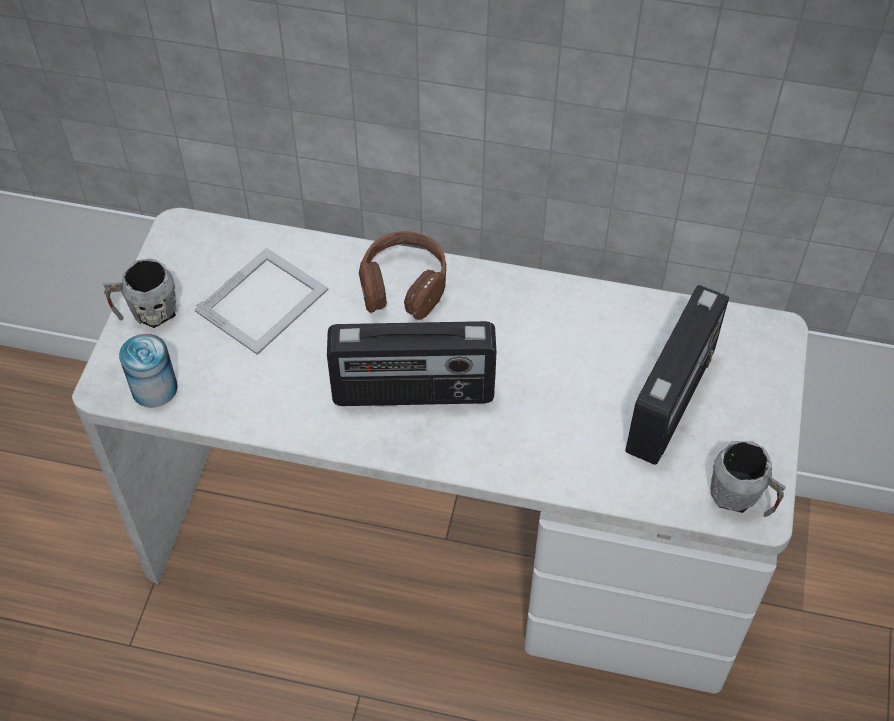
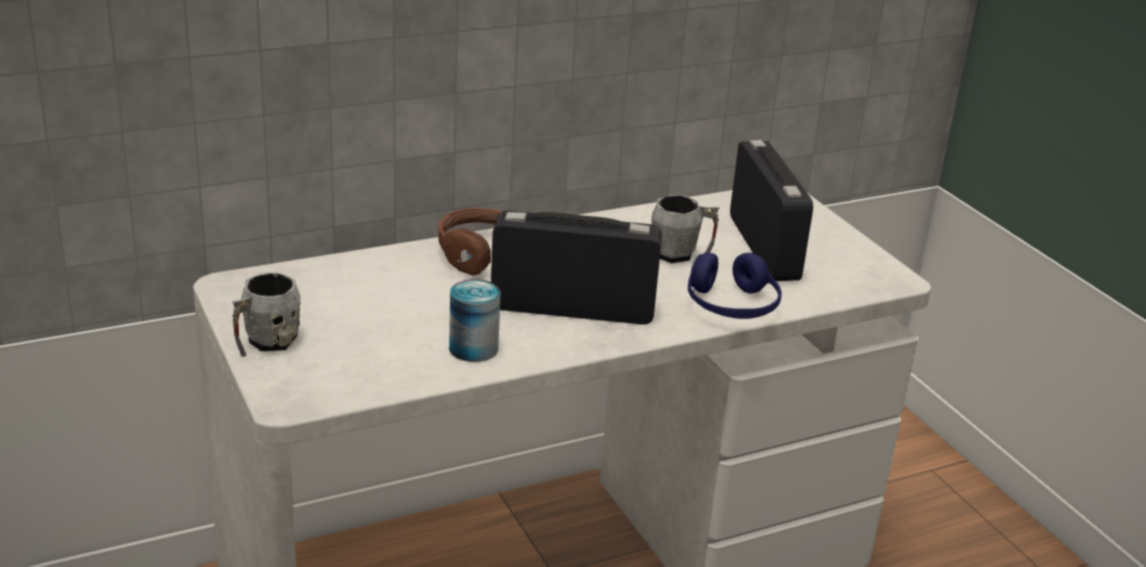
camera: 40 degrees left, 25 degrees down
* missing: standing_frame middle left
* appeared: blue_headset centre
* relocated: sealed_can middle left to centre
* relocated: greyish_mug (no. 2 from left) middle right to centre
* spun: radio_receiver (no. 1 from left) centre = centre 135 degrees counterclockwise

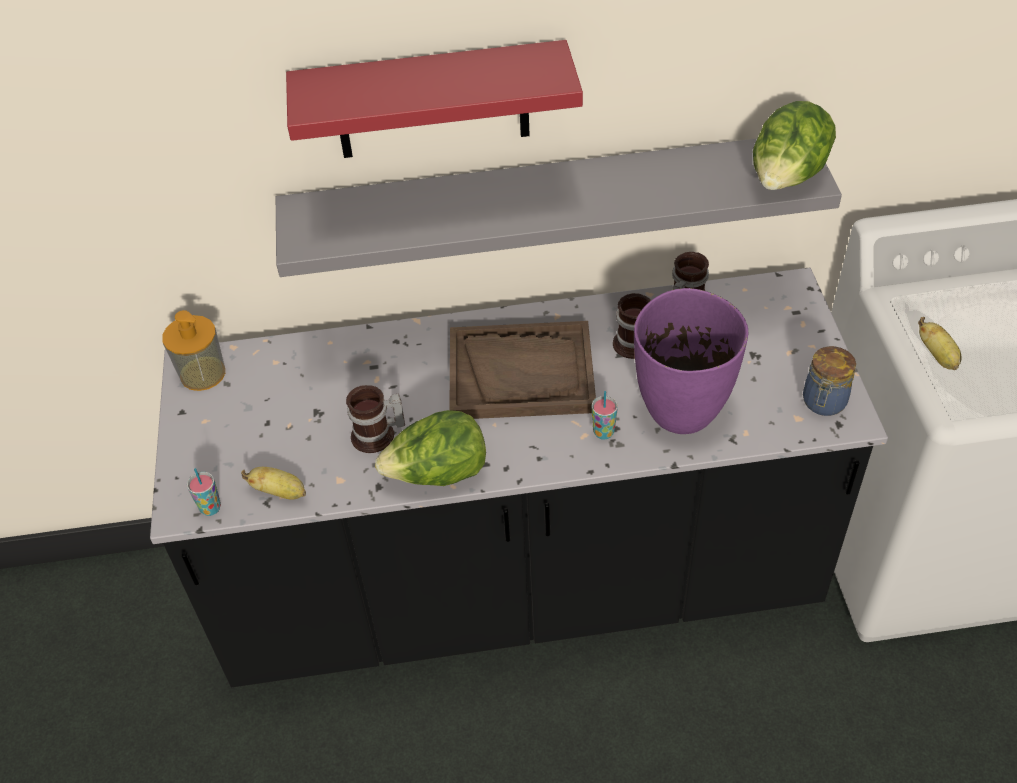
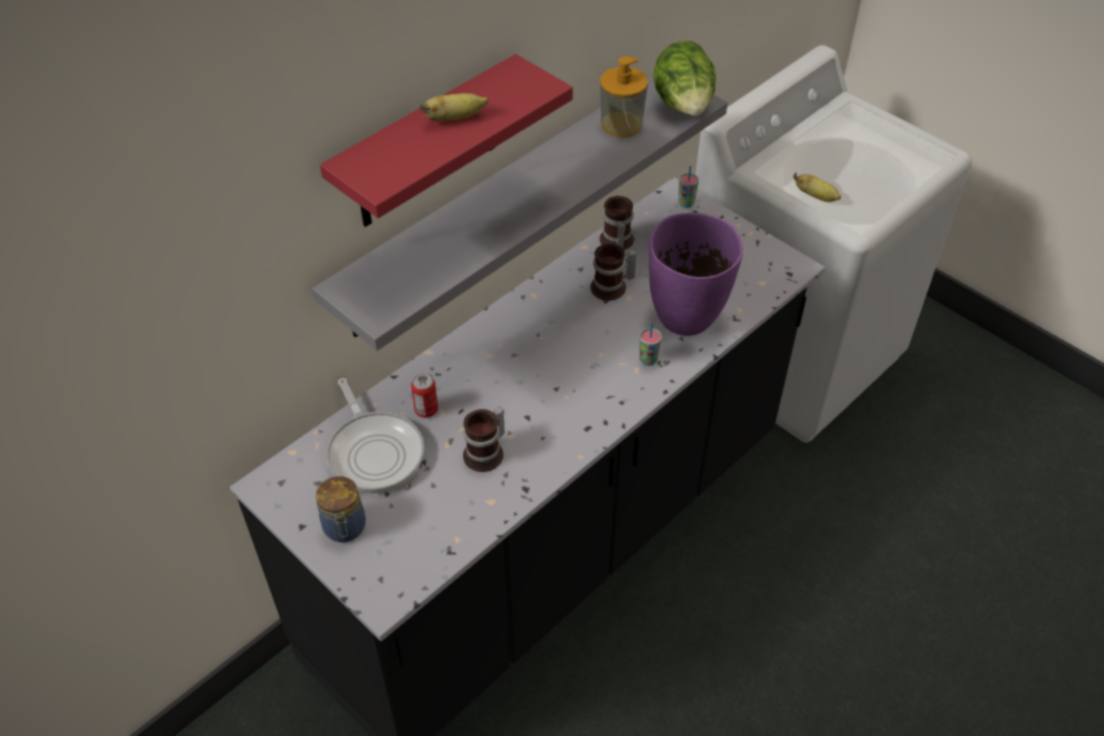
camera: 40 degrees left, 0 degrees up
* missing: head_of_lettuce (no. 1 from left) centre
* missing: brown_serving_tray centre
* appeared: frying_pan centre
* appeared: sealed_can centre
* relocated: soap_dispenser middle left to top centre
* relocated: drinking_cup (no. 1 from left in the first image) middle left to drinking_cup (no. 2 from left) top centre
* relocated: banana (no. 1 from left) middle left to top centre
* relocated: preserve_jar middle right to bottom left

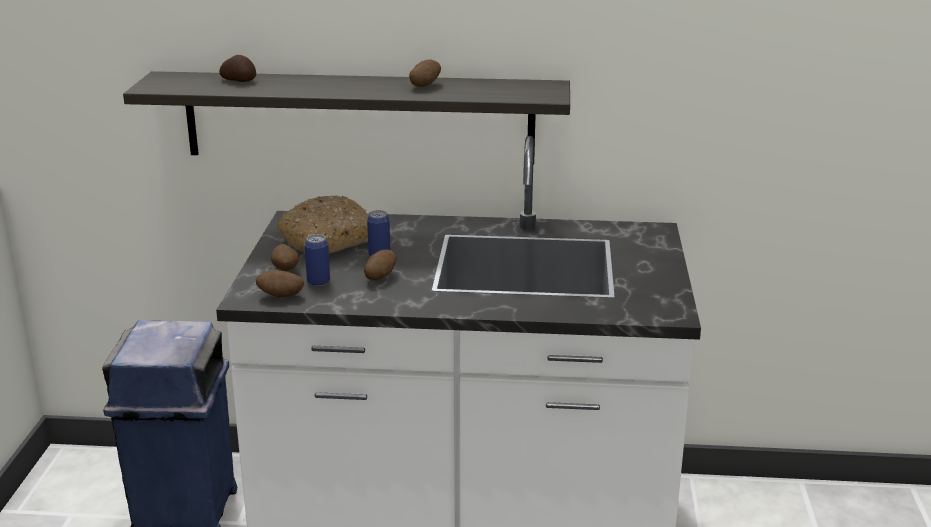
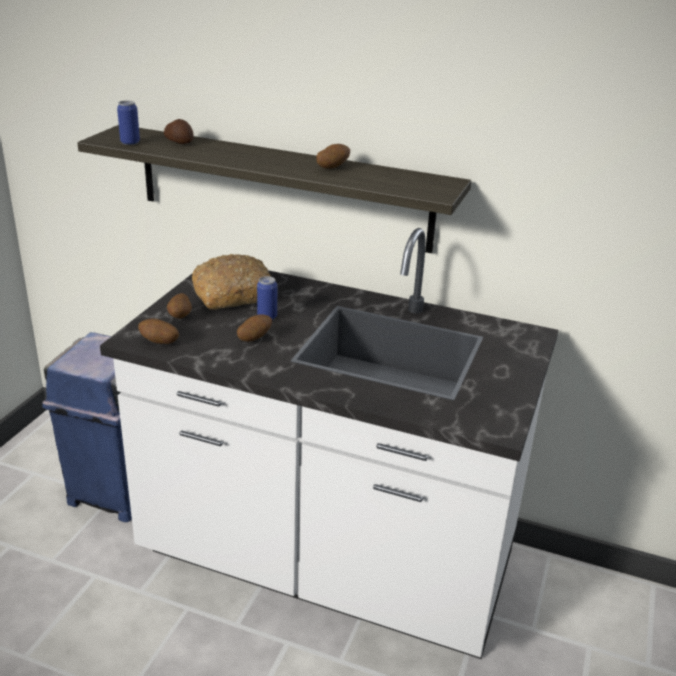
camera: 15 degrees right, 5 degrees up
* relocated: sealed_can (no. 1 from left) centre to top left

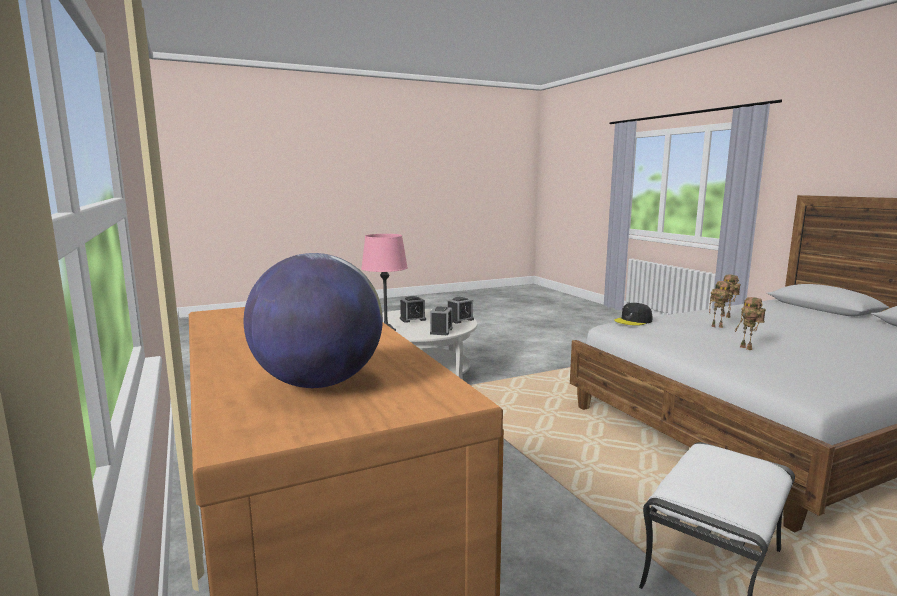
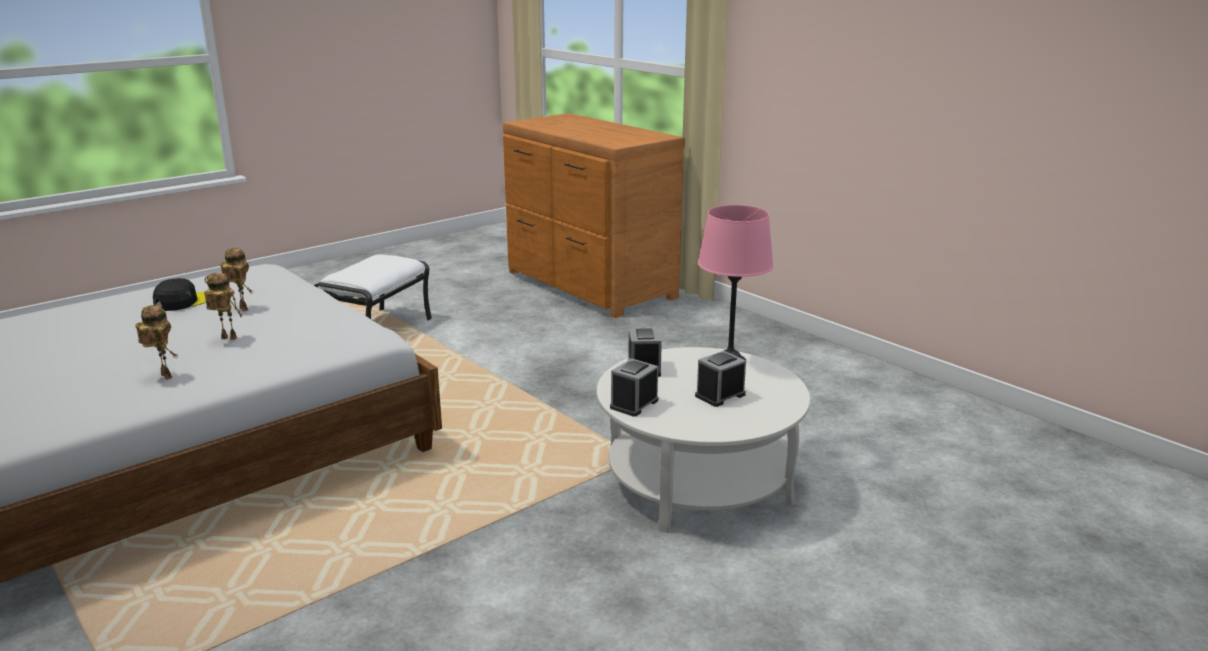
camera: 165 degrees right, 10 degrees up
* missing: globe centre
* relocated: black_peaked_cap middle right to middle left

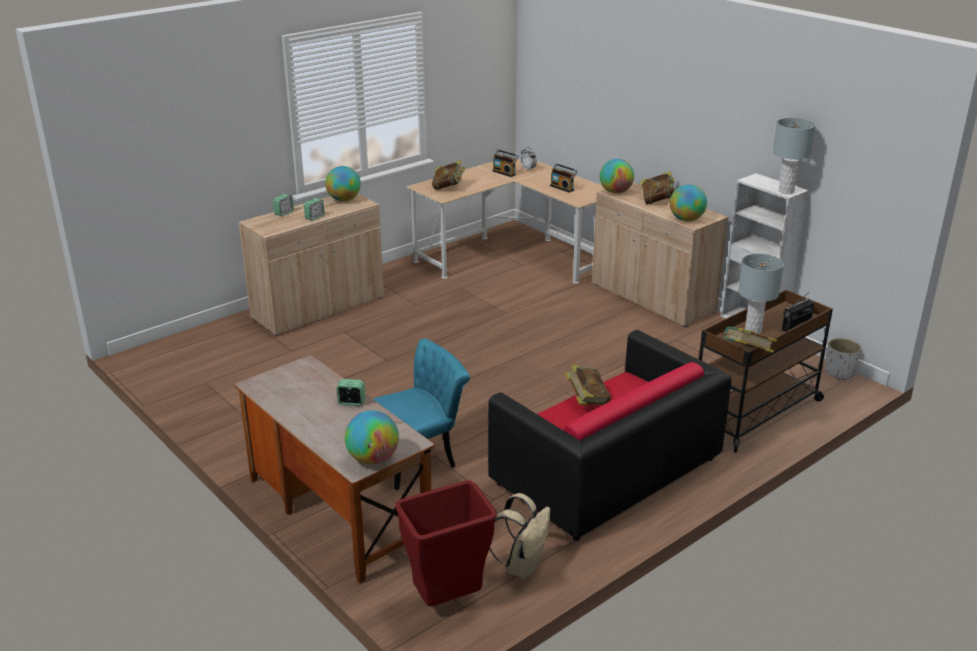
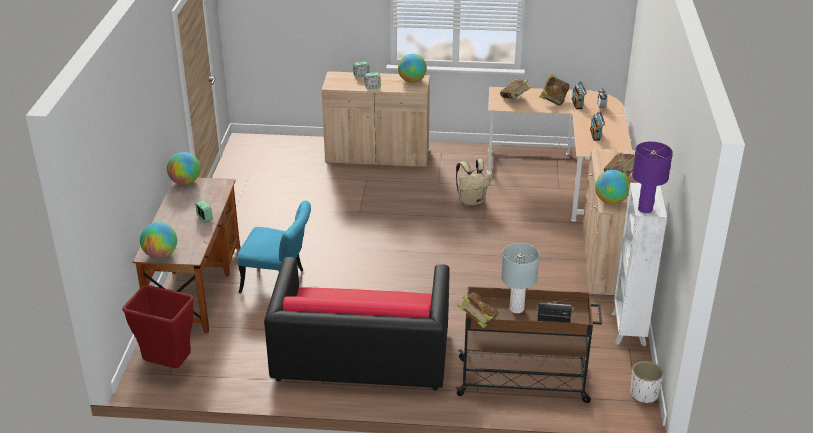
camera: 45 degrees right, 5 degrees up
* relocated: beige-coloured_backpack bottom centre to centre
* relocated: bound_book (no. 2 from left in the first image) centre to bound_book (no. 3 from left) top right
* relocated: globe (no. 3 from left in the first image) top centre to globe (no. 2 from left) middle left
* colour: greyish_table_lamp (no. 2 from left) top right to purple_table_lamp middle right

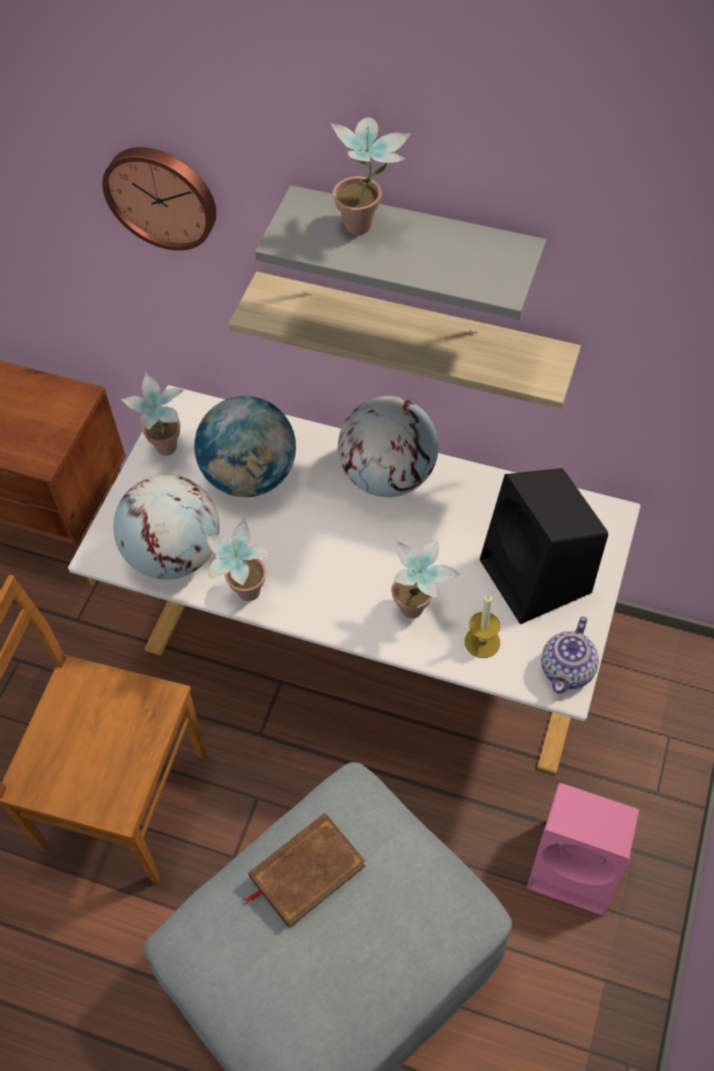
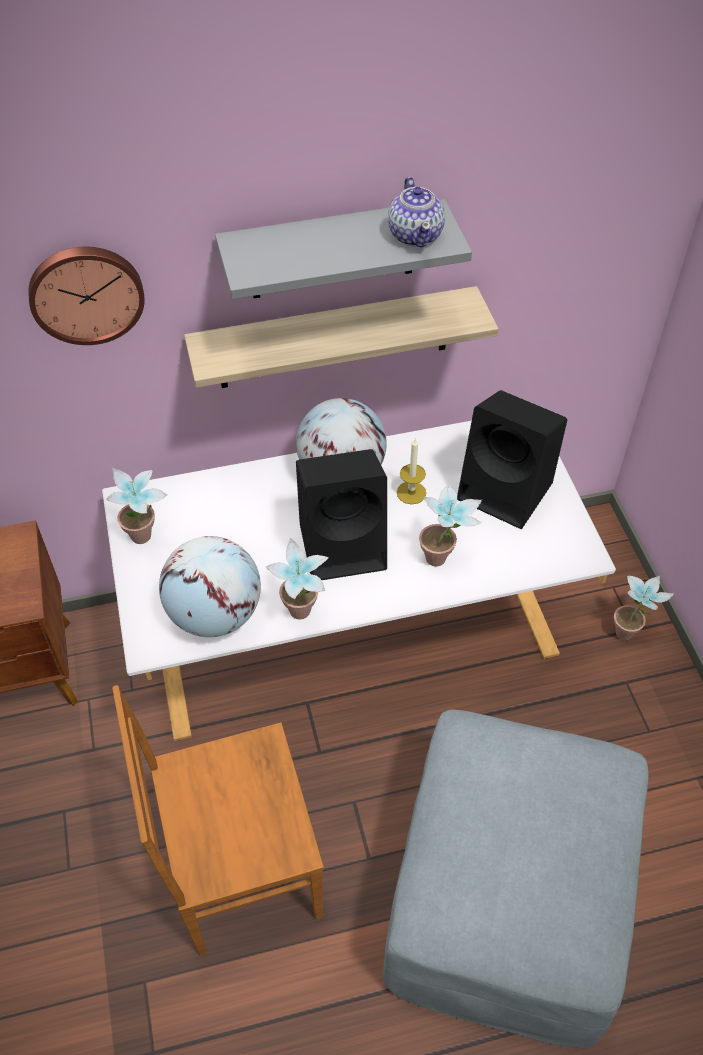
camera: 35 degrees left, 5 degrees down
* missing: globe (no. 2 from left) centre
* missing: brown_bound_book bottom centre
* missing: pinkish_loudspeaker bottom right
* appeared: black_loudspeaker (no. 1 from left) centre
* relocated: potted_plant (no. 3 from left in the first image) top centre to potted_plant (no. 4 from left) middle right
* relocated: candle middle right to centre
* relocated: teapot middle right to top centre

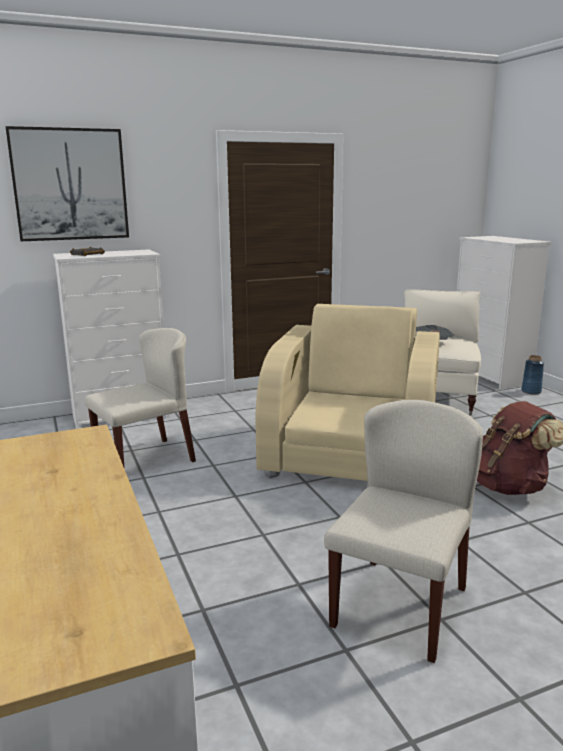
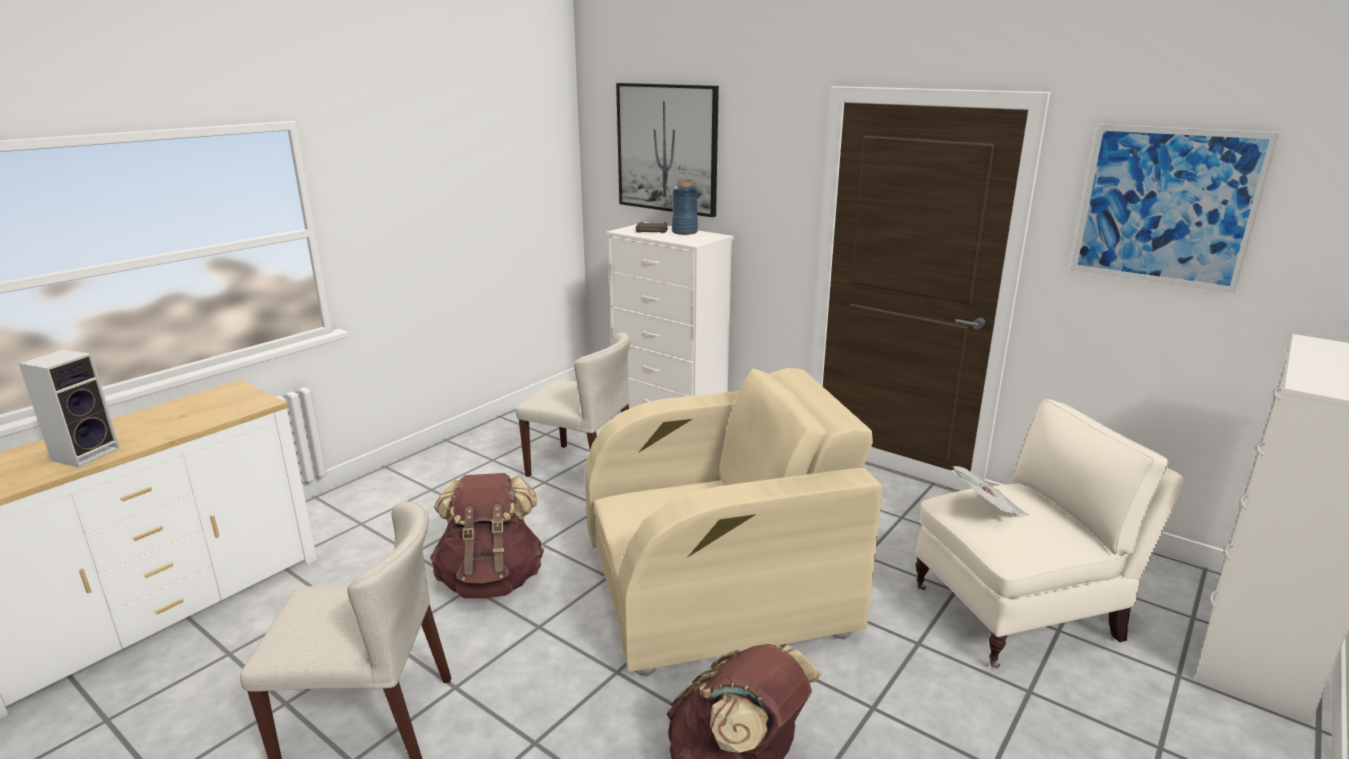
camera: 60 degrees right, 5 degrees up
* appeared: loudspeaker middle left
* appeared: brown_backpack (no. 1 from left) bottom centre
* appeared: picture (no. 2 from left) top right
* relocated: blue_flower_vase middle right to top centre

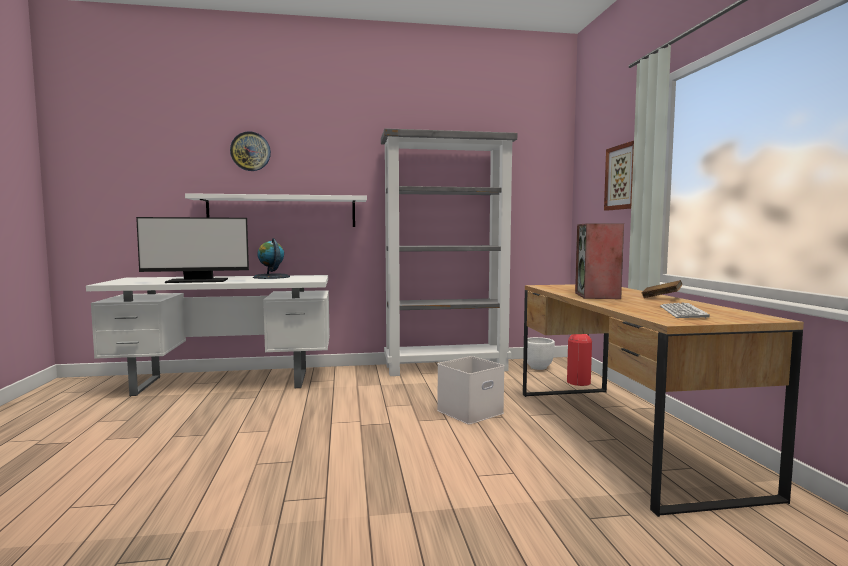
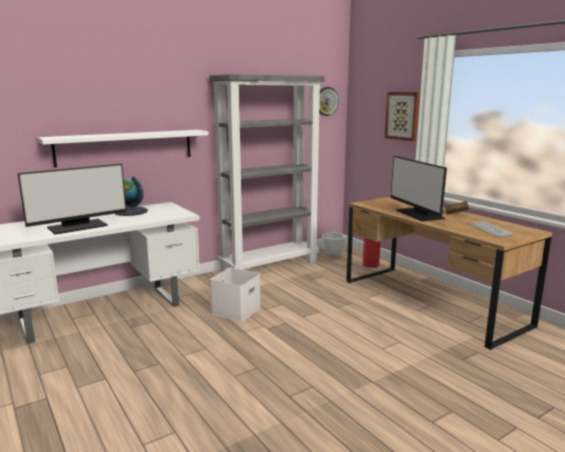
camera: 25 degrees left, 10 degrees up
* relocated: hanging_clock top left to top centre
* relocated: whitish_storage_box bottom centre to centre
* exchanged: loudspeaker middle right to computer_screen (no. 2 from left) middle right

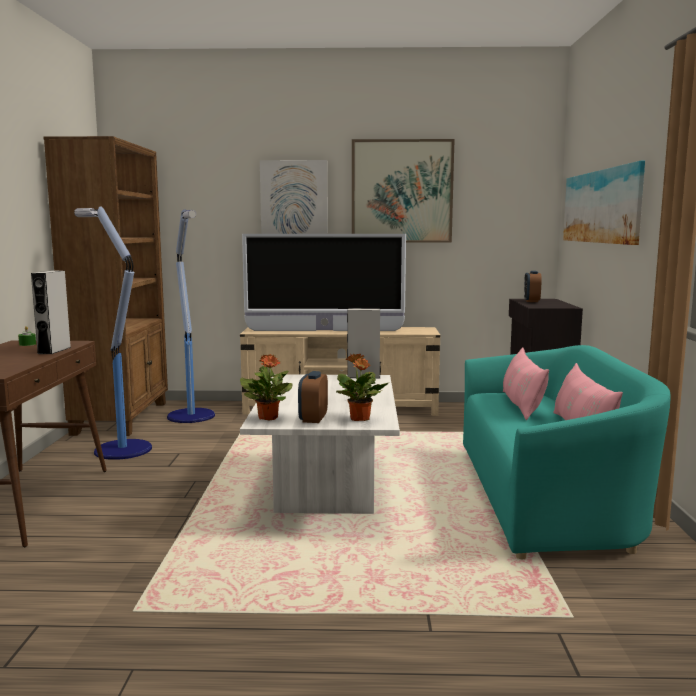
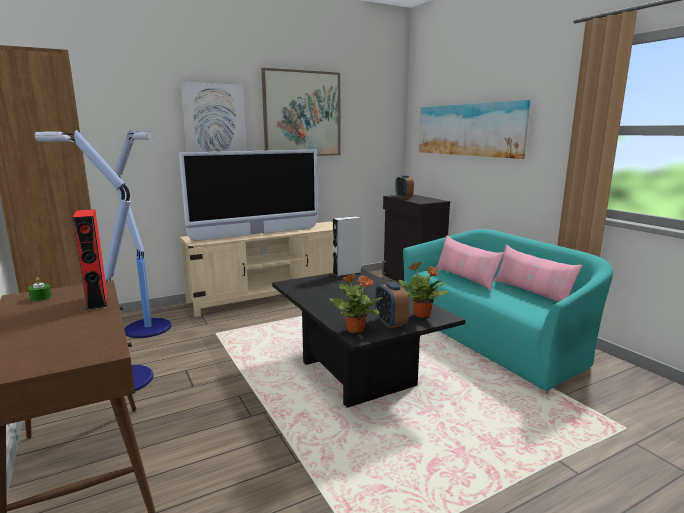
camera: 30 degrees left, 5 degrees up
* colour: greyish_loudspeaker (no. 1 from left) middle left to red-coloured_loudspeaker middle left
* colour: whitish_low_table centre to black_low_table centre

